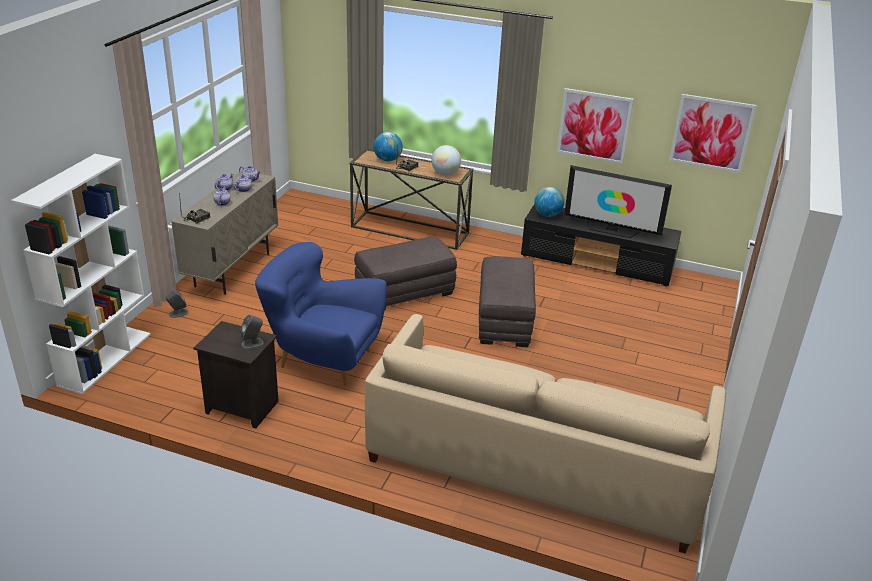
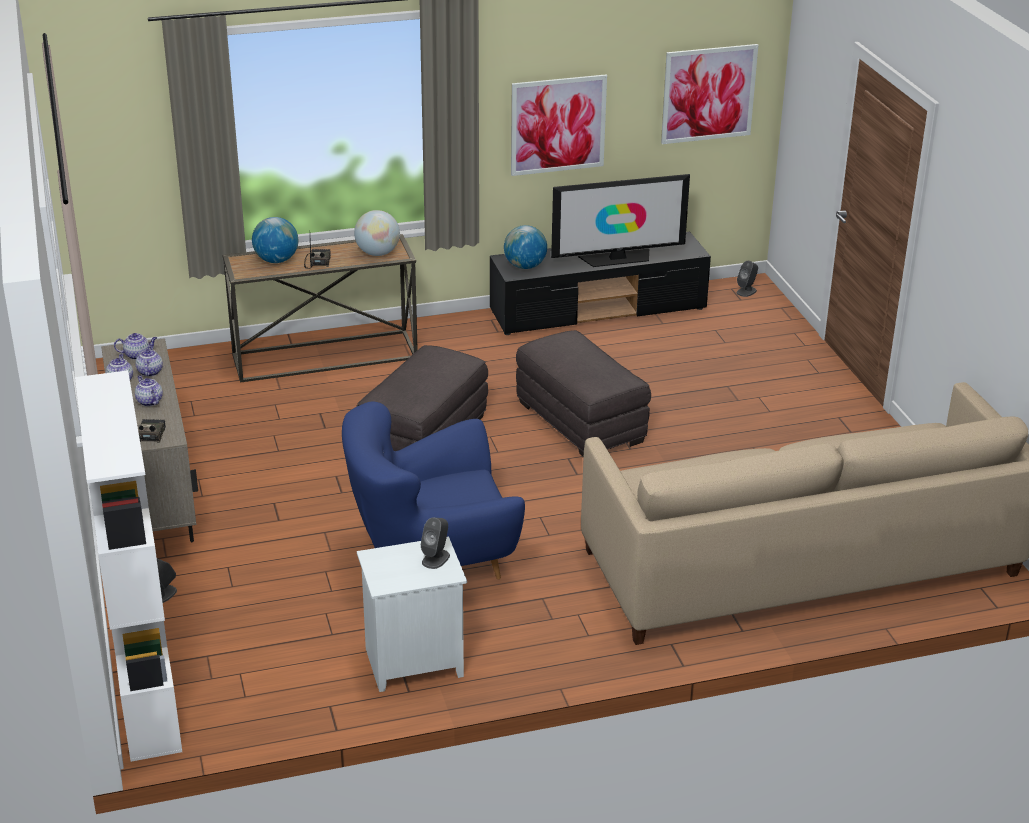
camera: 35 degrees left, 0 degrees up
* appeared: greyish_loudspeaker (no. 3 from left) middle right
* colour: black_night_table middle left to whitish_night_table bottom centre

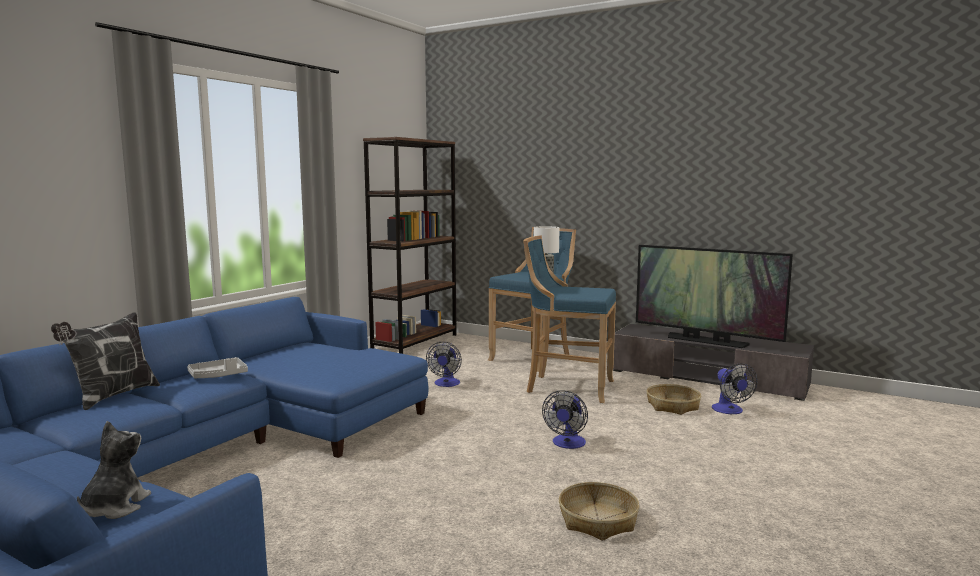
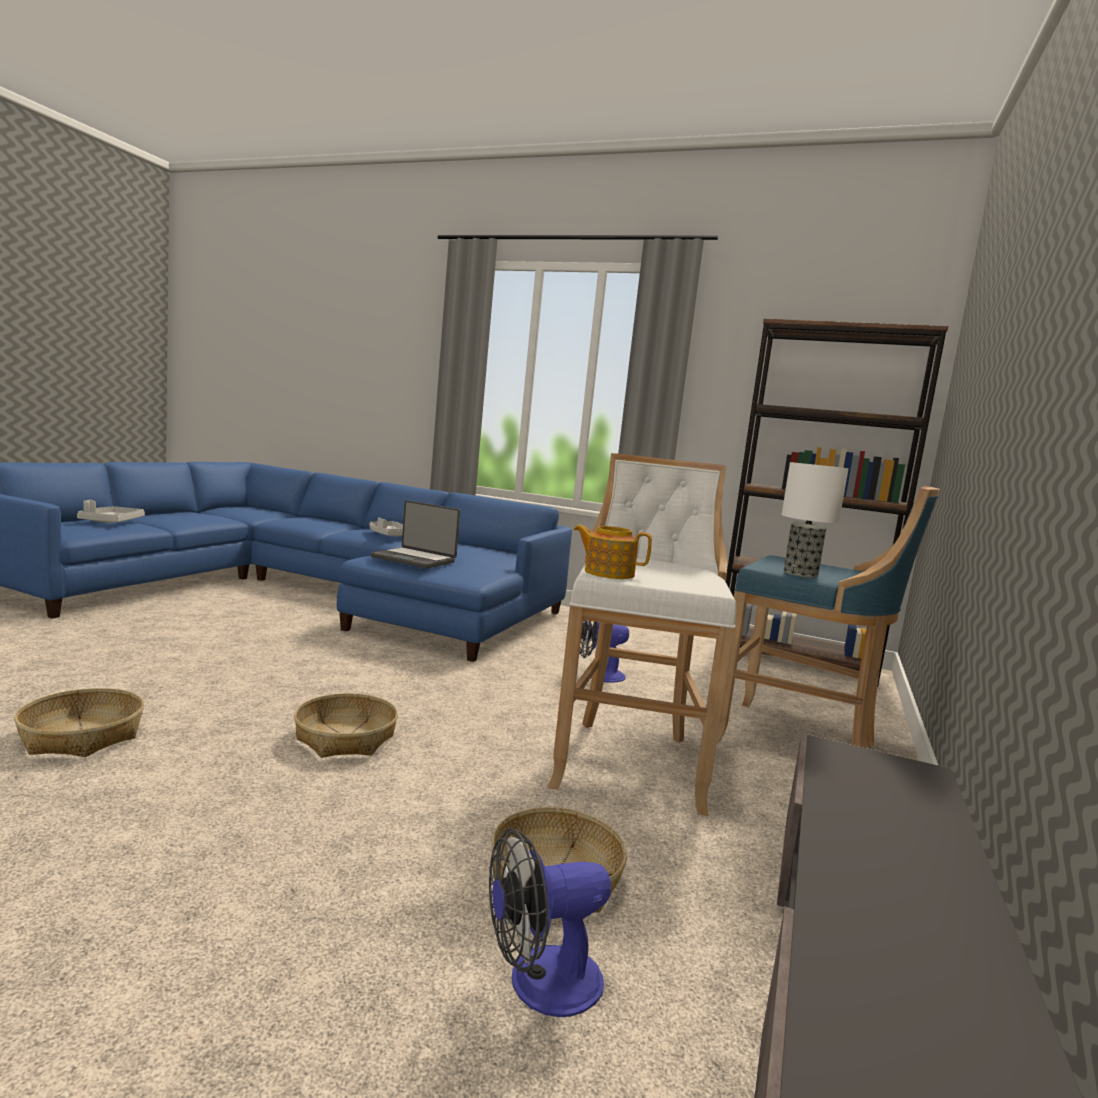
camera: 80 degrees right, 0 degrees up
* missing: cushion middle left
* missing: TV_set middle right
* appeared: portable_computer centre
* appeared: teapot centre
* exchanged: plush_toy bottom left to greyish_serving_tray (no. 1 from left) middle left
* exchanged: fan (no. 2 from left) bottom centre to storage_basket (no. 2 from left) middle left
* colour: blue_sitting_stool (no. 2 from left) centre to whitish_sitting_stool centre

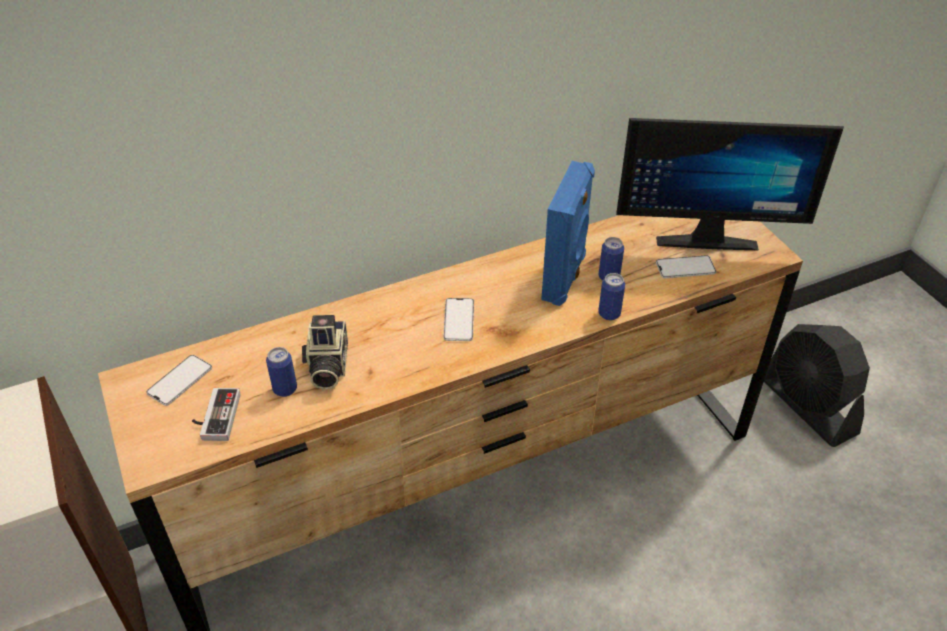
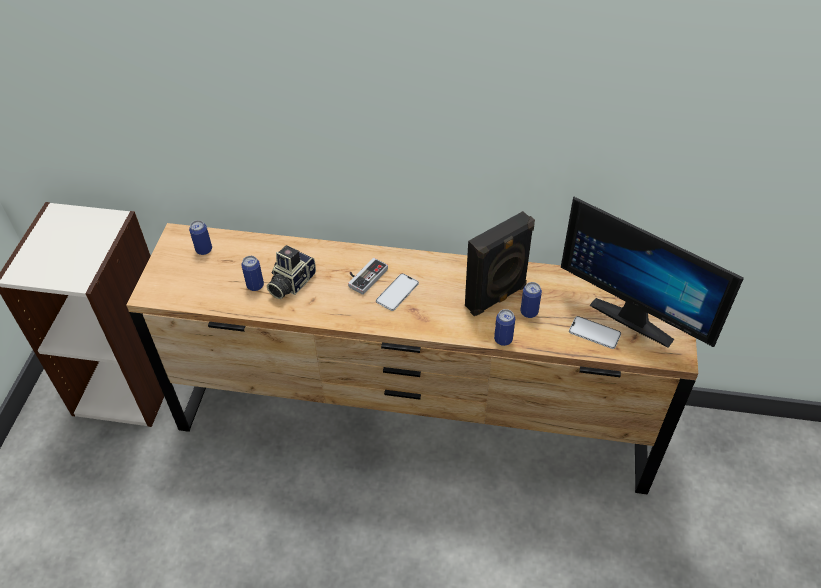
camera: 35 degrees right, 5 degrees up
* missing: black_fan middle right
* relocated: joypad middle left to centre
* exchanged: telephone (no. 1 from left) middle left to sealed_can (no. 1 from left) middle left
* colour: blue_loudspeaker centre to black_loudspeaker centre

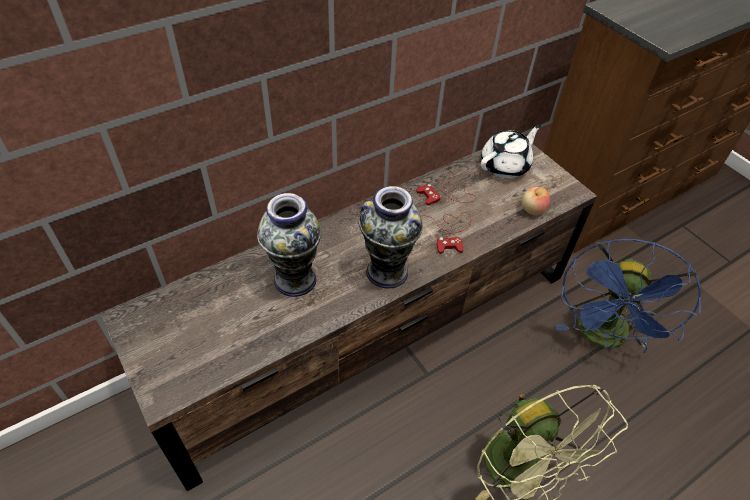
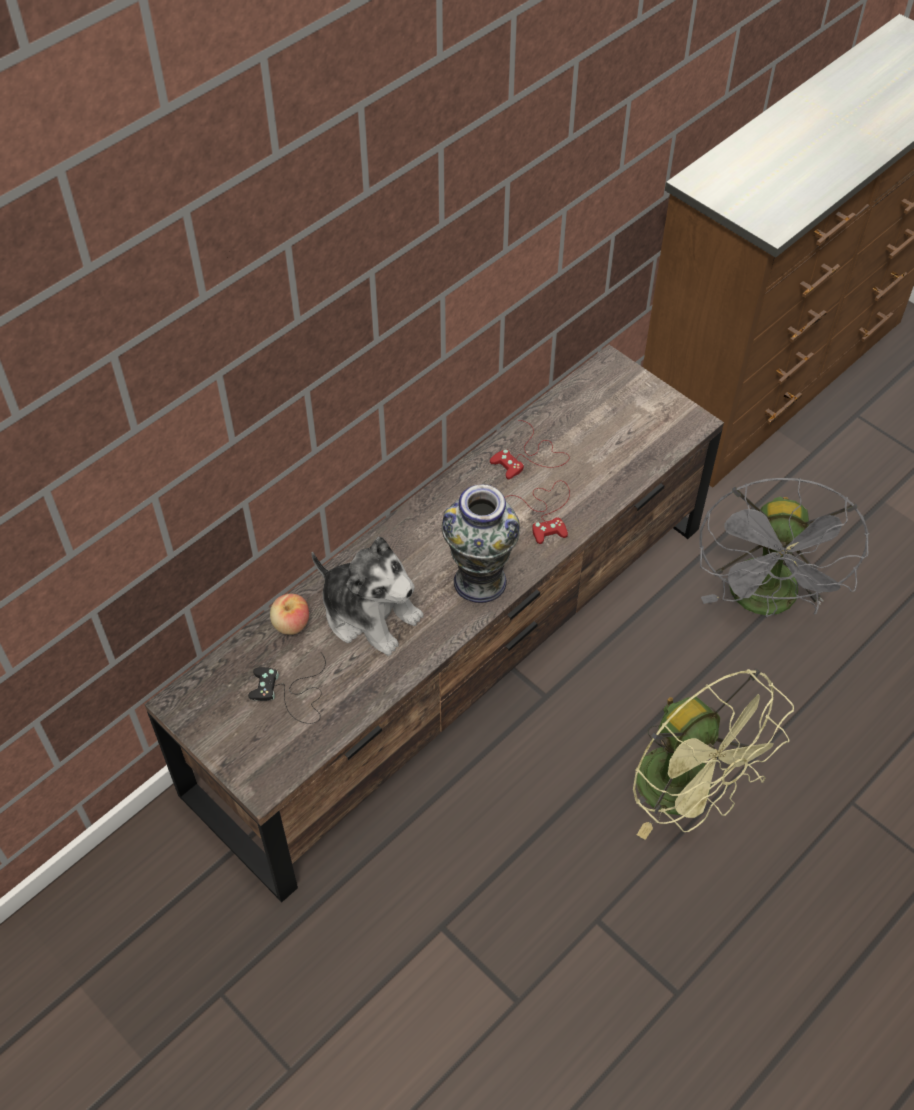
camera: 10 degrees left, 5 degrees up
* missing: whitish_teapot top right
* appeared: black_joypad middle left
* relocated: apple middle right to middle left
* exchanged: flower_vase (no. 1 from left) centre to plush_toy centre
* colour: blue_fan middle right to greyish_fan middle right

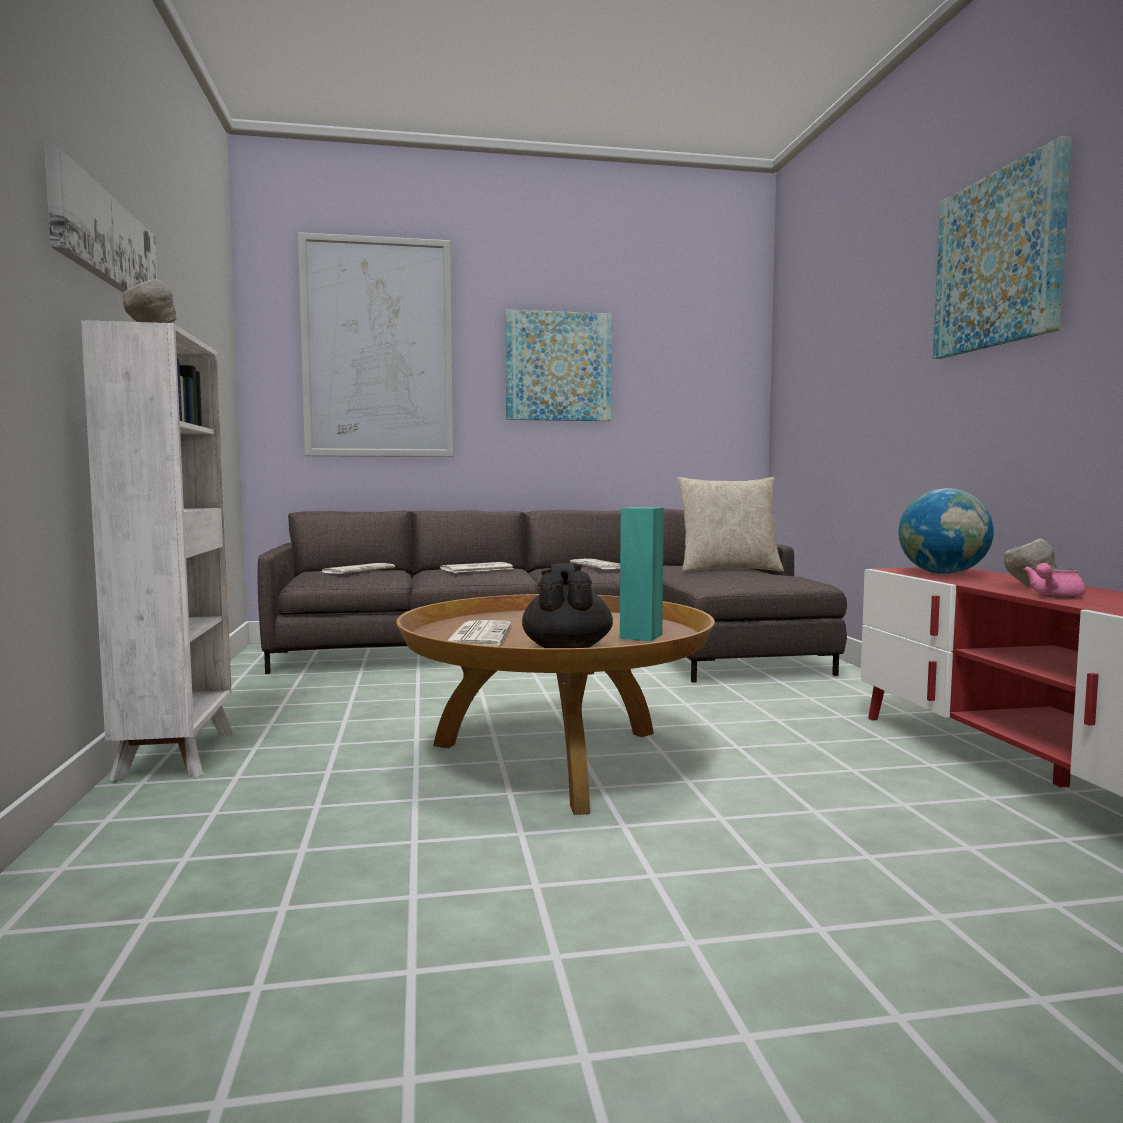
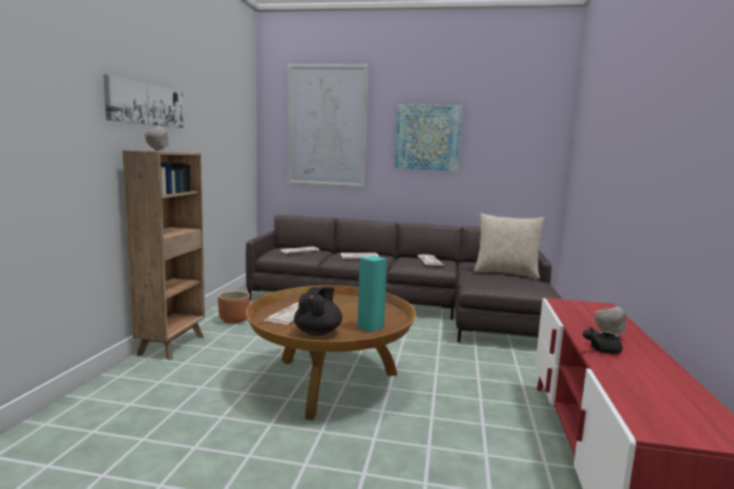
camera: 20 degrees right, 5 degrees up
* missing: globe middle right
* missing: picture (no. 4 from left) top right
* appeared: brown_planter middle left
* colour: whitish_bookcase middle left to brown_bookcase middle left
* colour: pinkish_teapot middle right to black_teapot (no. 2 from left) bottom right

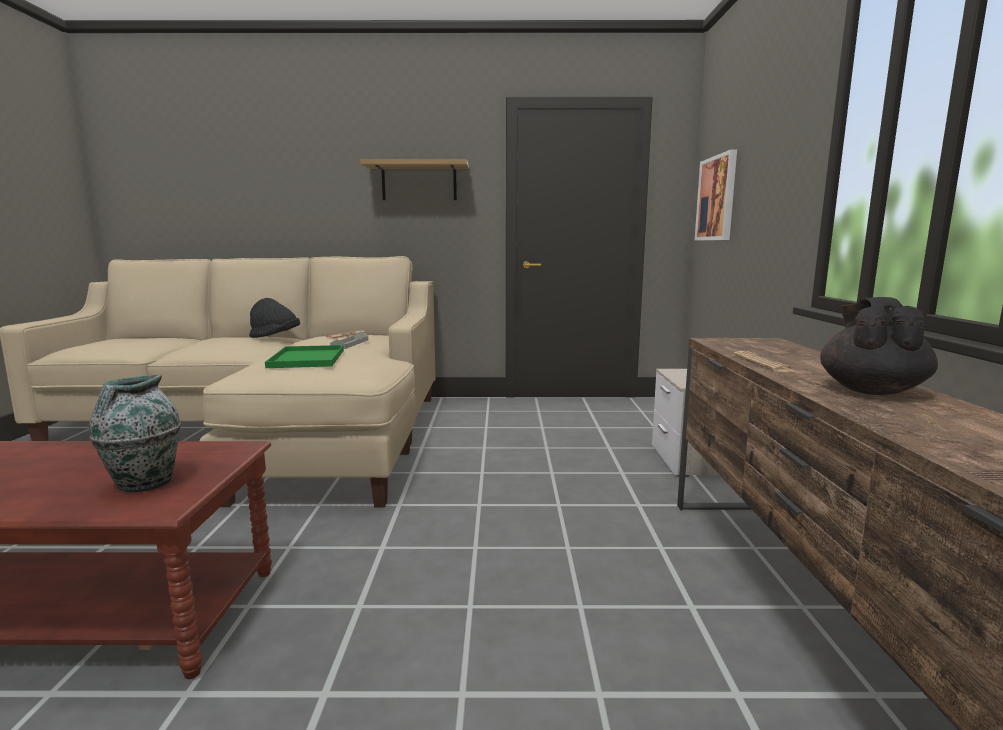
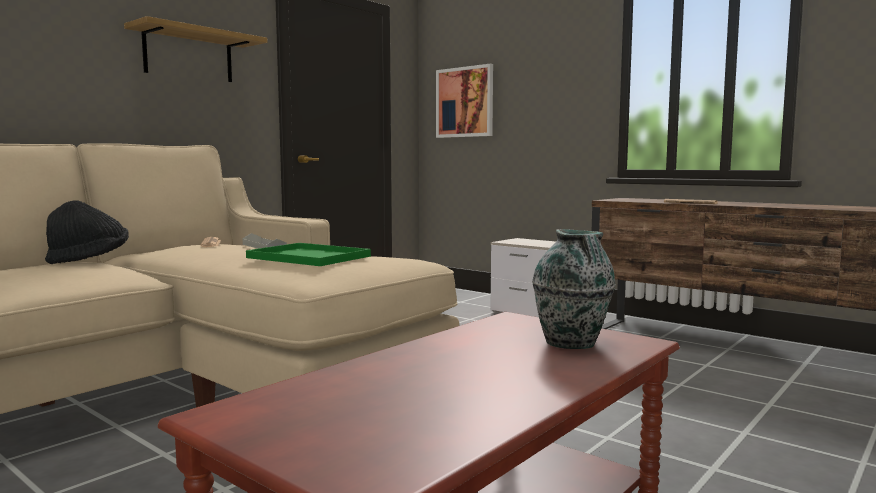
camera: 50 degrees left, 5 degrees down
* missing: black_teapot middle right

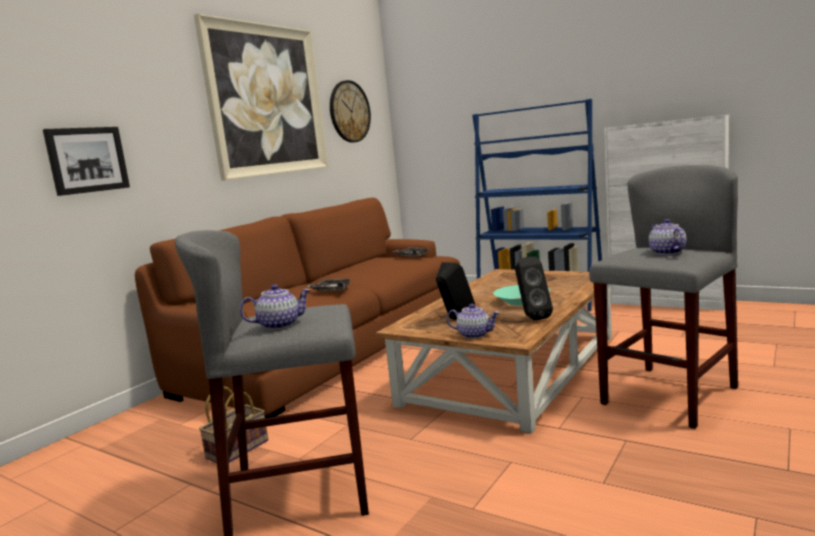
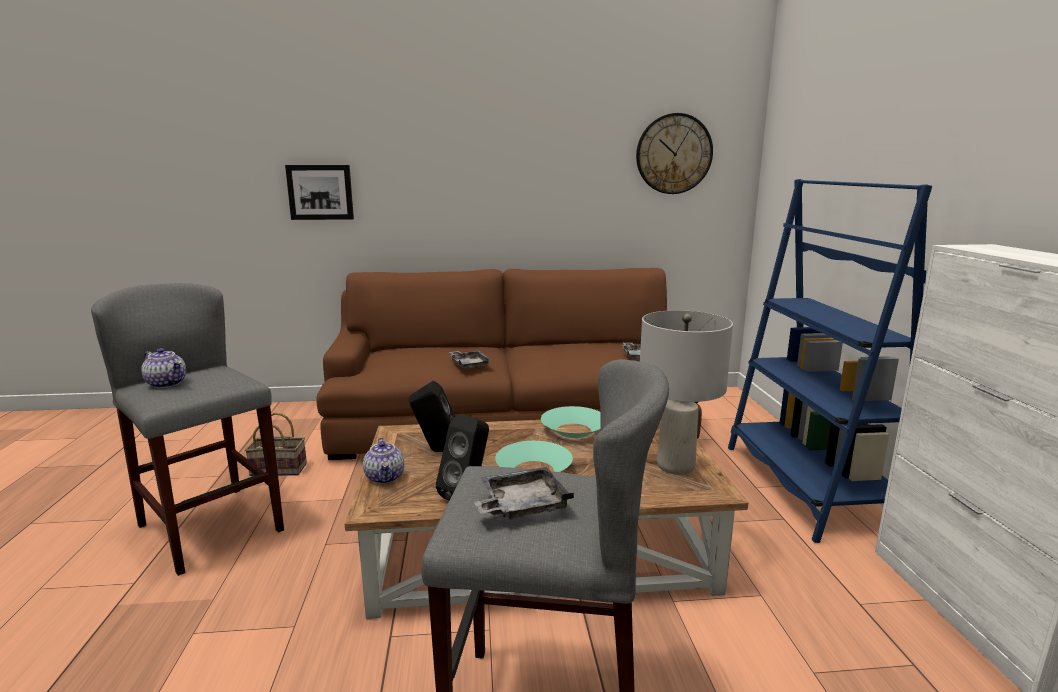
camera: 50 degrees right, 5 degrees up
* missing: picture (no. 2 from left) top left
* appeared: turquoise-coloured_bowl (no. 2 from left) centre
* appeared: greyish_table_lamp centre
* exchanged: teapot (no. 3 from left) middle right to greyish_serving_tray (no. 2 from left) bottom centre

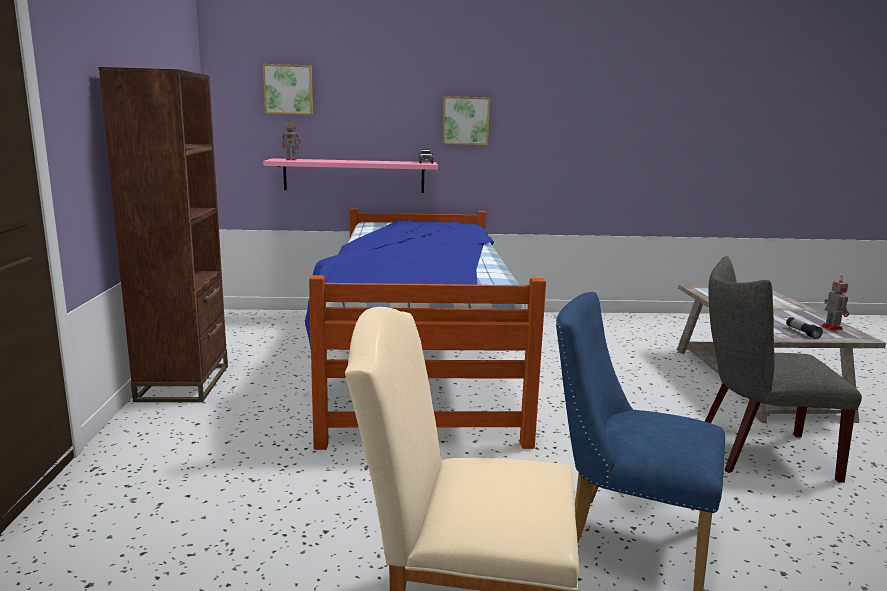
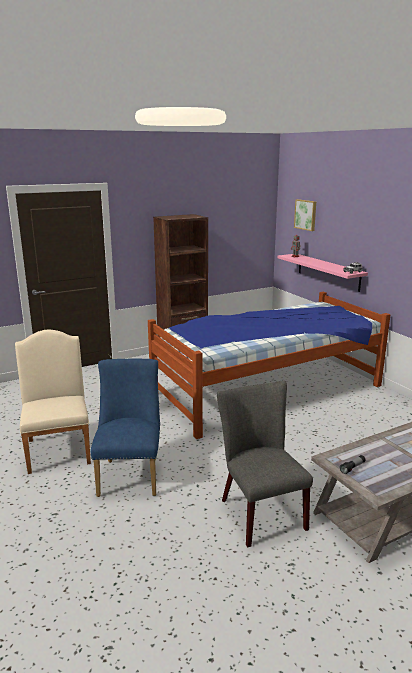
camera: 65 degrees right, 5 degrees up
* missing: picture (no. 2 from left) top centre
* missing: robot_figure (no. 2 from left) middle right

